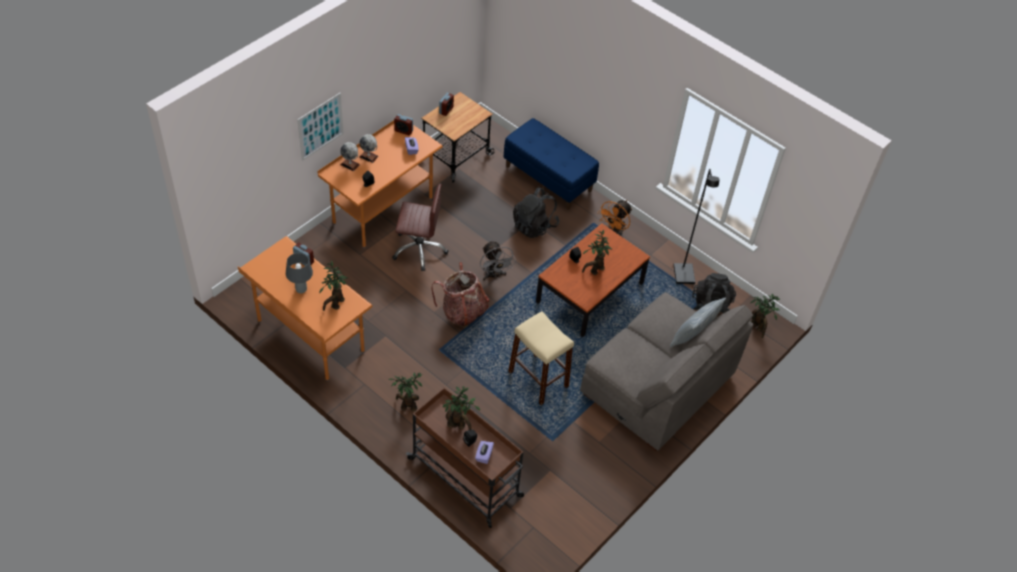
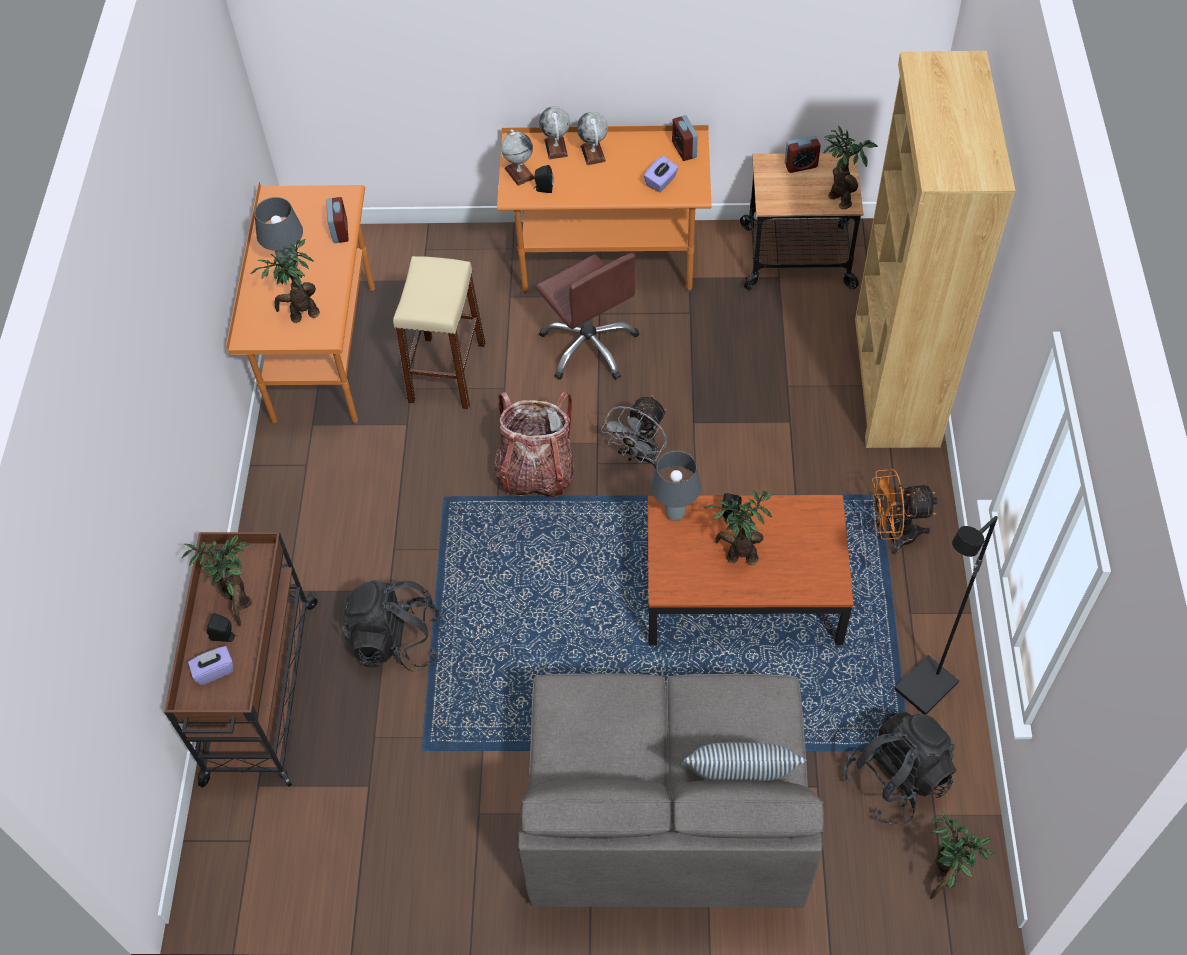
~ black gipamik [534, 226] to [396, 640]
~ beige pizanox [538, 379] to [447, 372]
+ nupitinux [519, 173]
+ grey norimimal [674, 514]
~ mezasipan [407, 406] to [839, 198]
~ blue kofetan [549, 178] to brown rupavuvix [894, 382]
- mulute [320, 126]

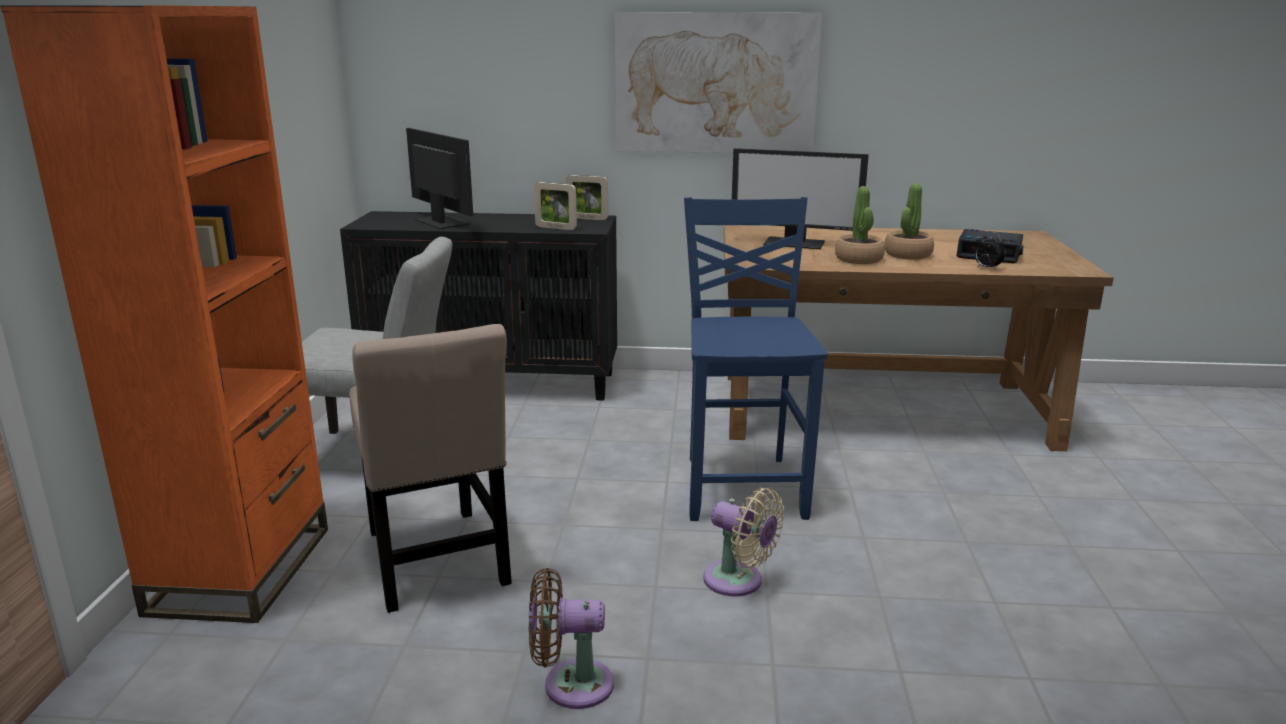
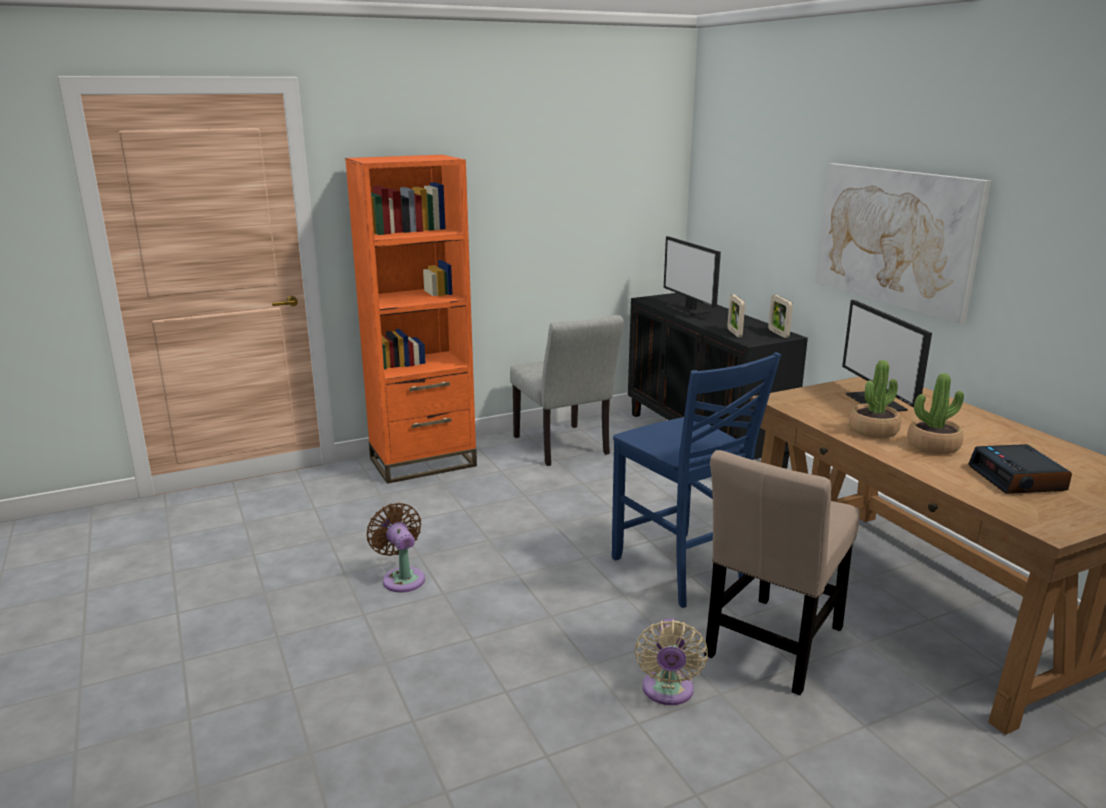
~ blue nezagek [743, 486] = [681, 571] 90 degrees clockwise
~ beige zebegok [738, 582] to [667, 692]
~ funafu [440, 222] = [689, 309] 135 degrees clockwise
~ beige nezagek [437, 563] to [773, 646]
- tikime [986, 268]

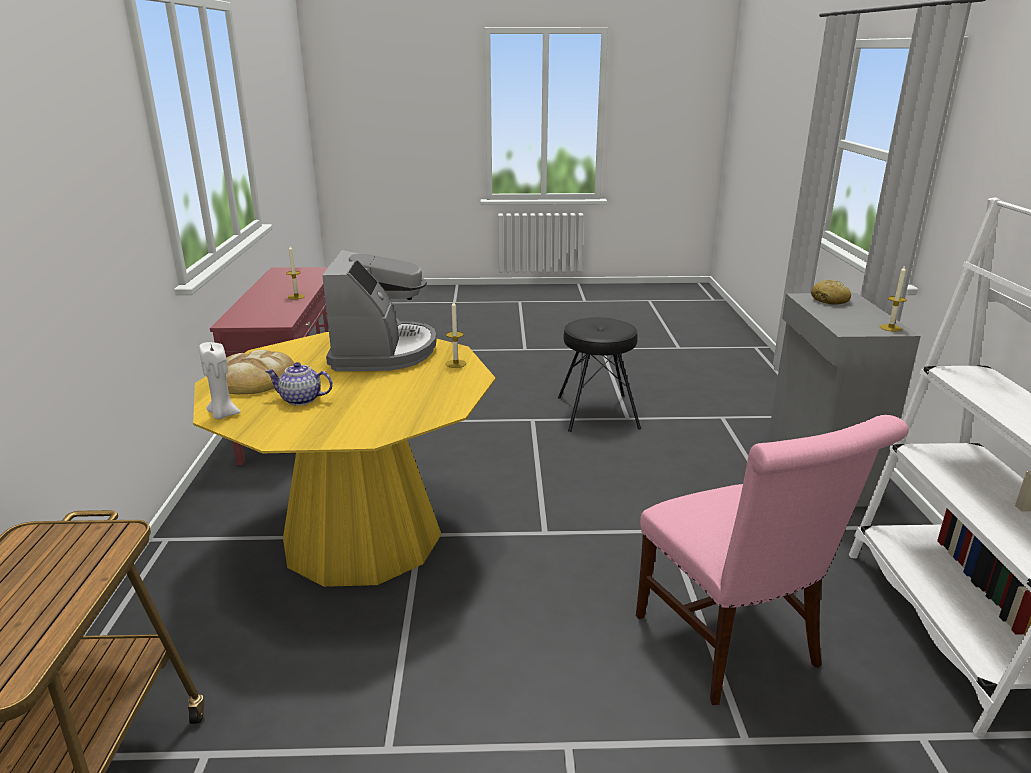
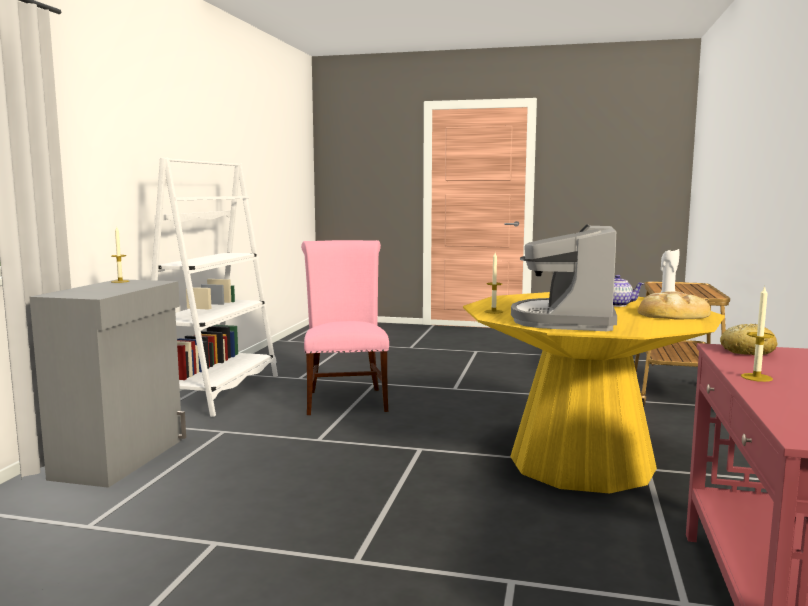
~ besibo [830, 300] to [746, 351]
- black pizanox [596, 412]

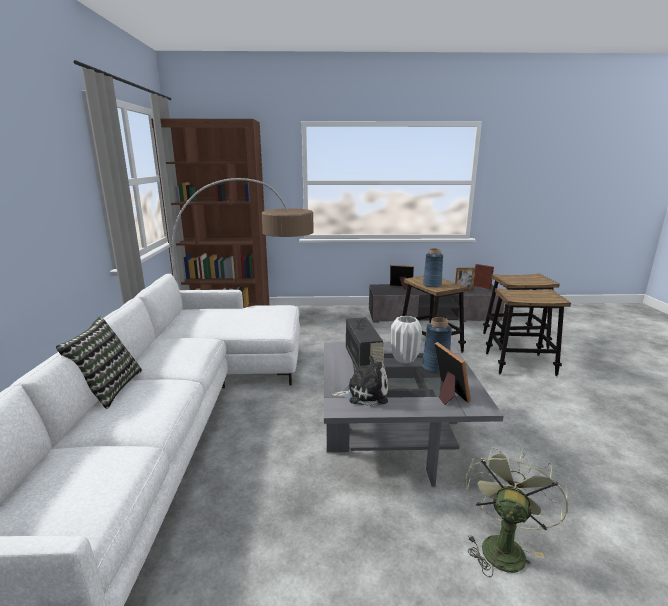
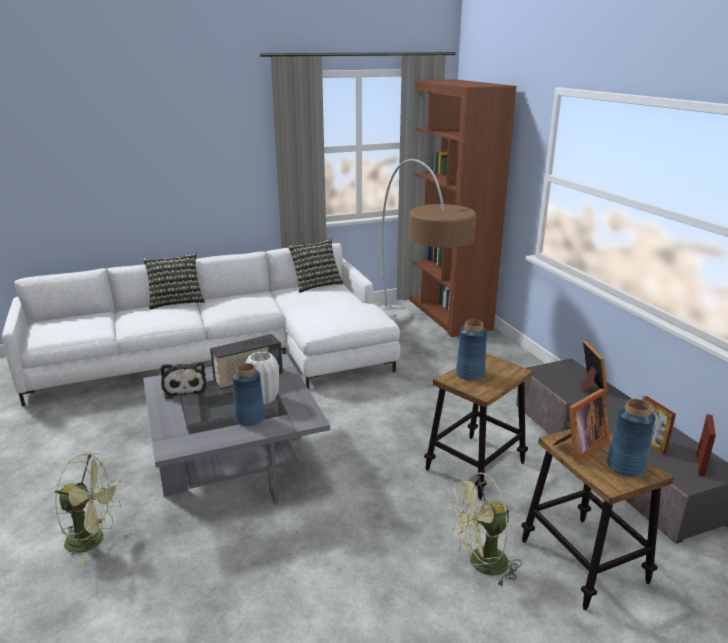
+ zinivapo [316, 285]
~ pizanox [519, 364] to green zebegok [481, 565]
~ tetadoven [447, 393] to [580, 446]
+ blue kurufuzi [625, 466]

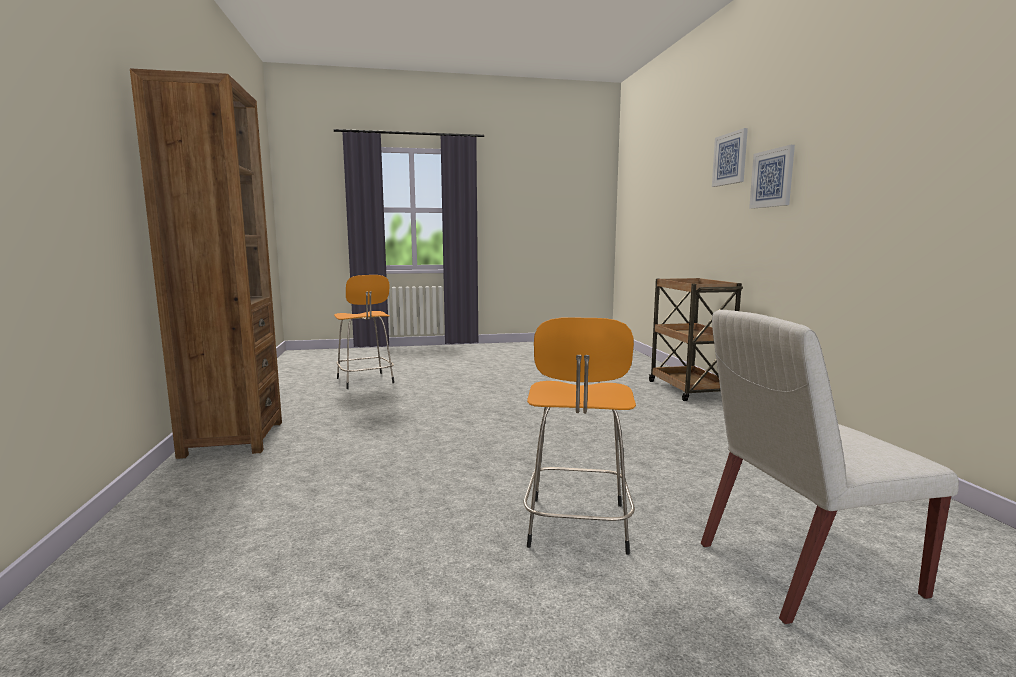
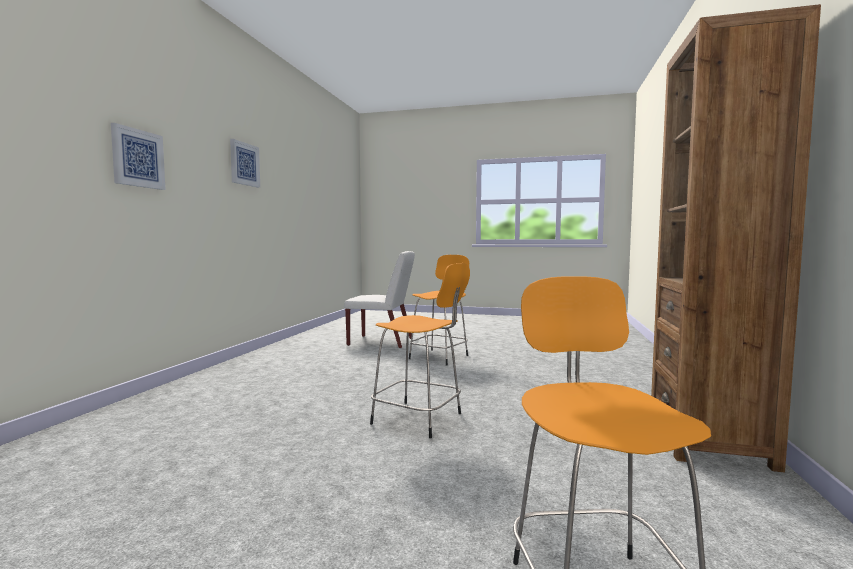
~ mulute [730, 159] to [244, 164]
+ orange pizanox [420, 419]
- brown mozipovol [689, 390]

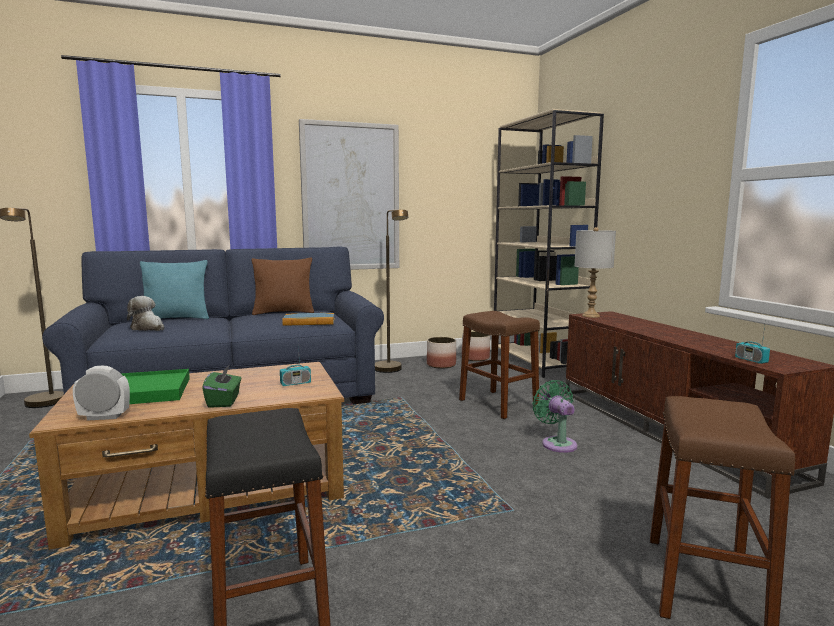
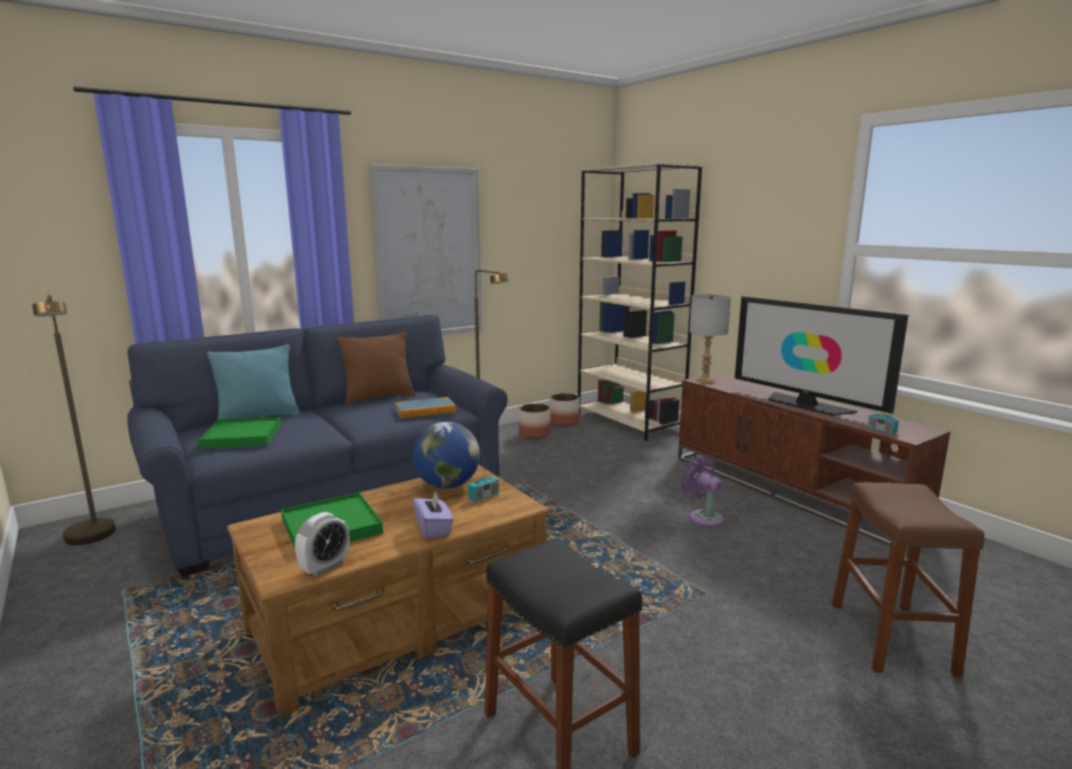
~ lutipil [148, 328] to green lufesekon [242, 436]
~ tikime [104, 417] = [325, 567] 150 degrees clockwise
+ nupitinux [447, 485]
~ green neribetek [224, 401] to purple neribetek [433, 529]
~ green zebegok [557, 443] to purple zebegok [703, 517]
+ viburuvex [806, 405]
- brown pizanox [498, 404]

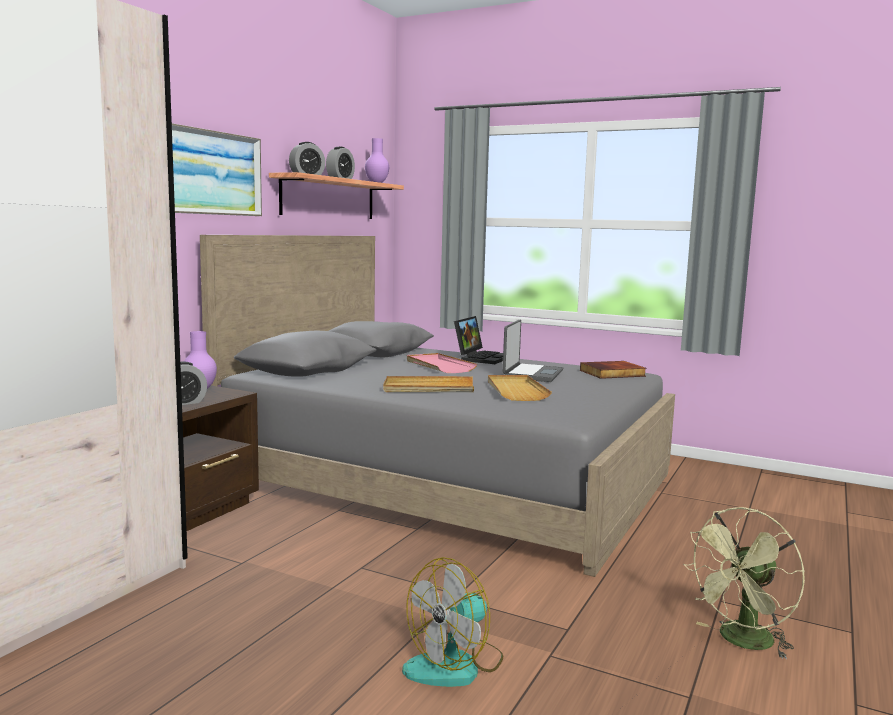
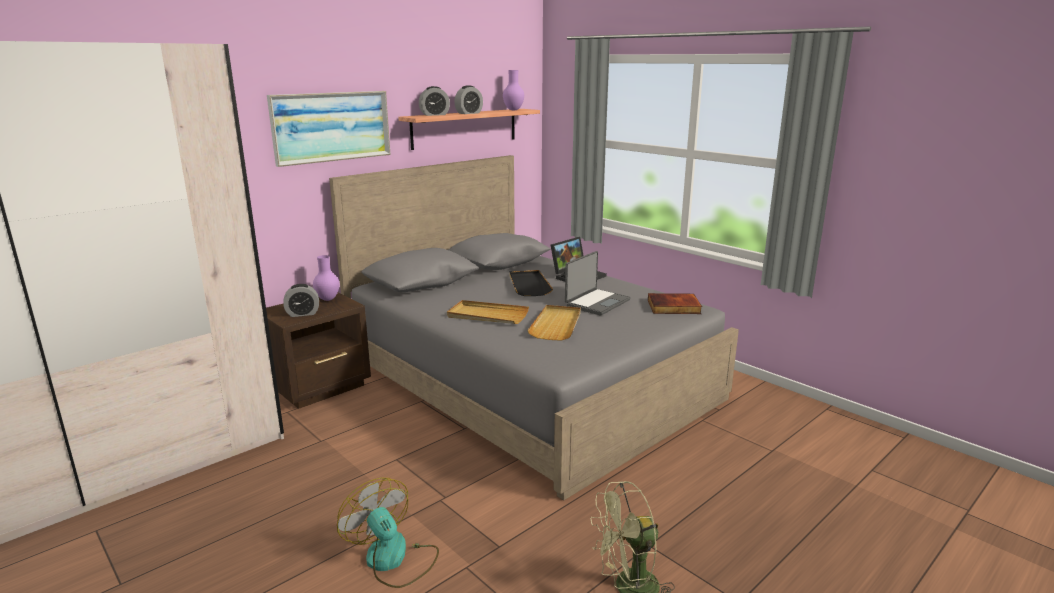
~ zebegok [455, 665] = [393, 560] 75 degrees clockwise
~ pink lufesekon [439, 366] to black lufesekon [529, 285]

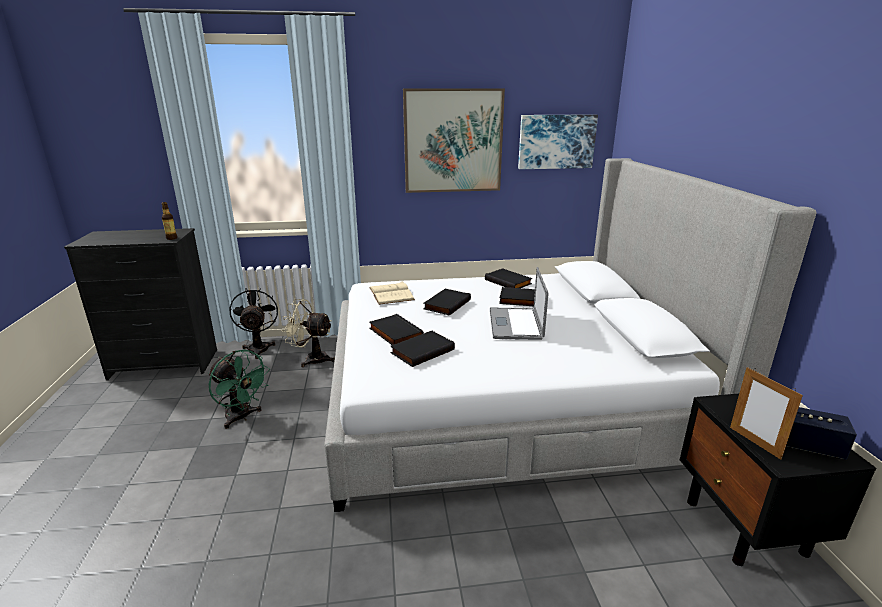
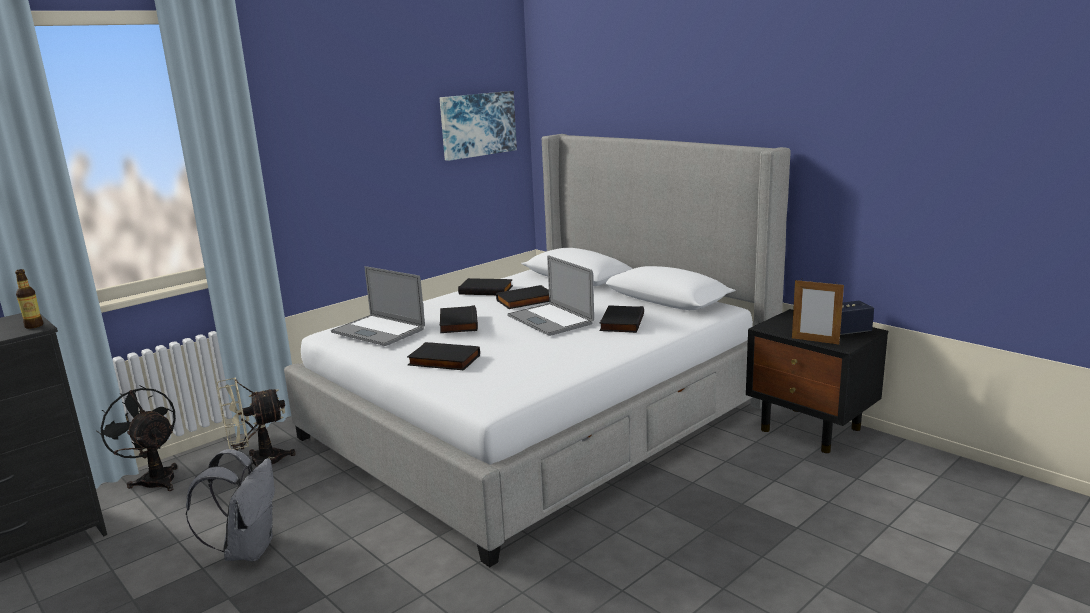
~ green zebegok [242, 417] to grey gipamik [248, 549]
~ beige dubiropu [391, 293] to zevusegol [378, 331]
~ black dubiropu [422, 351] to [620, 322]
- mulute [453, 141]

